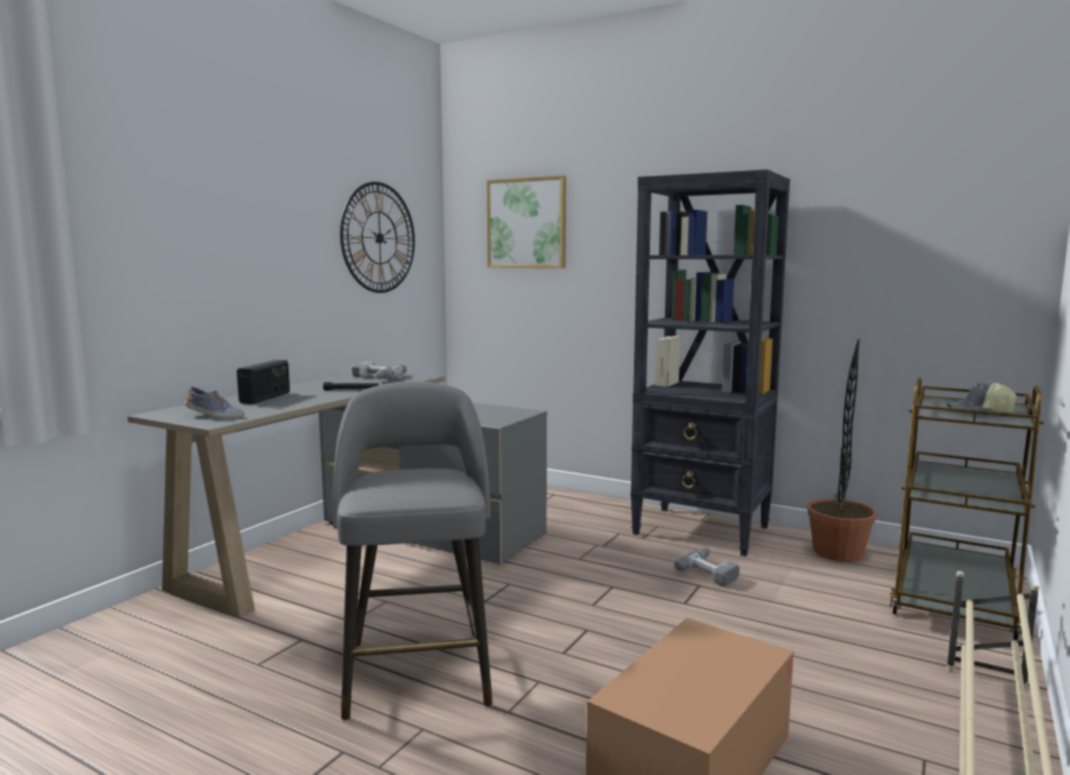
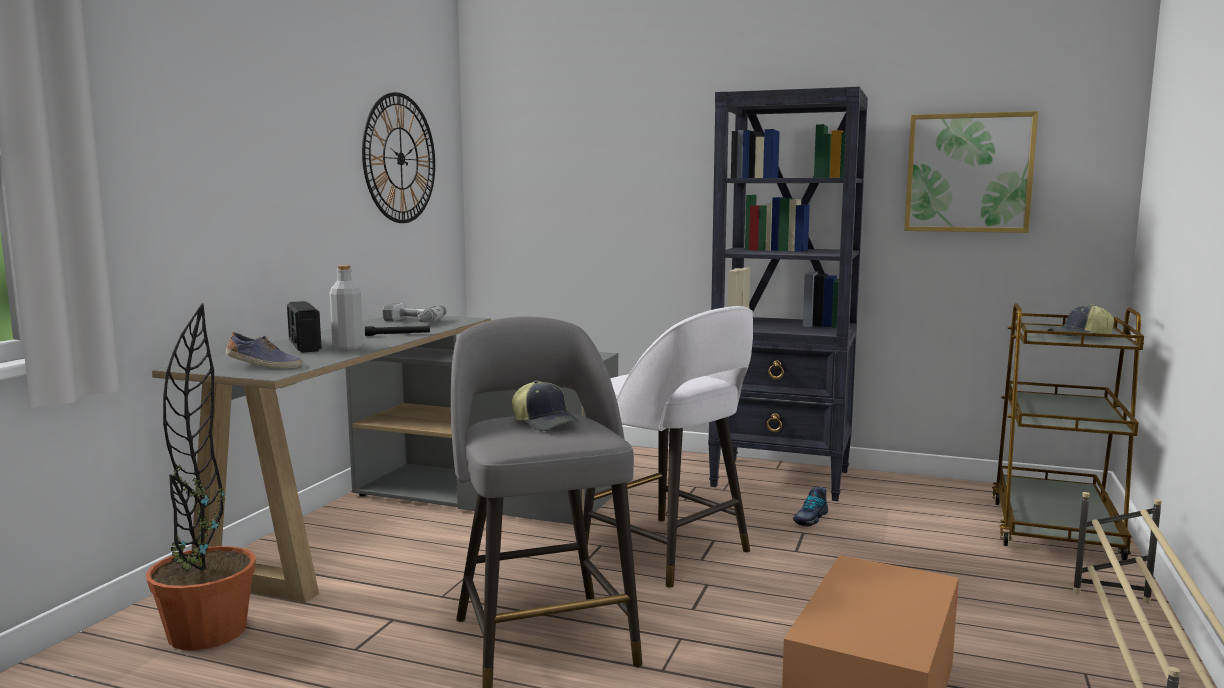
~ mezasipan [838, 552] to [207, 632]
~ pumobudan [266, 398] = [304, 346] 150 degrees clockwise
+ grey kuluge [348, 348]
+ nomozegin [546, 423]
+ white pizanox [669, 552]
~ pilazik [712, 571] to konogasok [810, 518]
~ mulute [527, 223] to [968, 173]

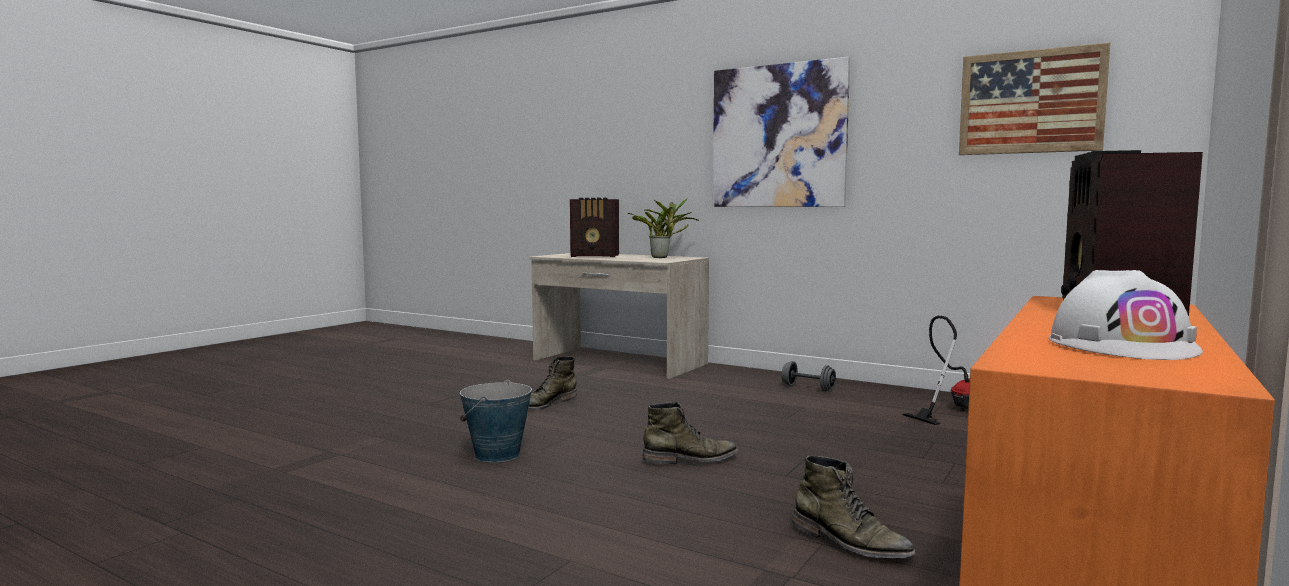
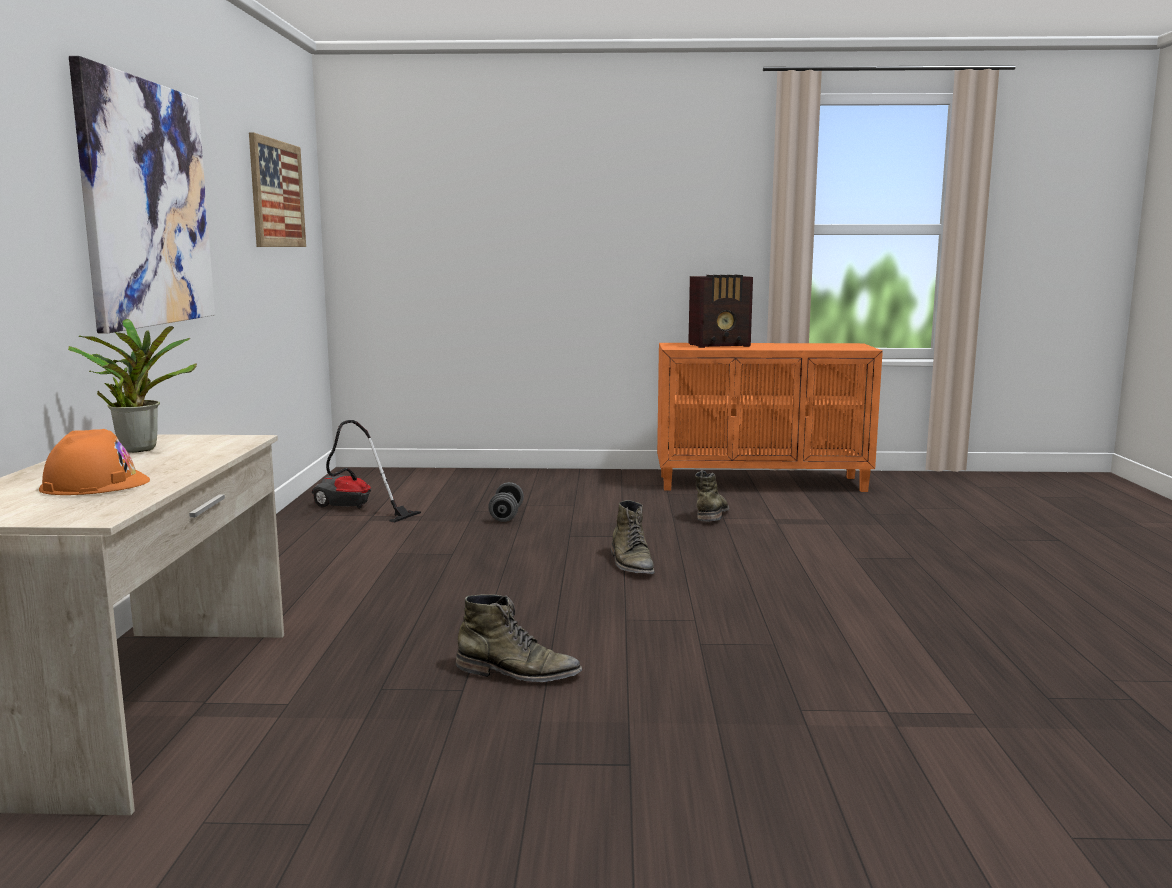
~ pumobudan [596, 256] to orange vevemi [95, 484]
~ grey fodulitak [808, 388] to [506, 515]
~ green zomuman [691, 460] = [631, 564] 150 degrees counterclockwise
- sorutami [497, 455]
- white vevemi [1122, 346]

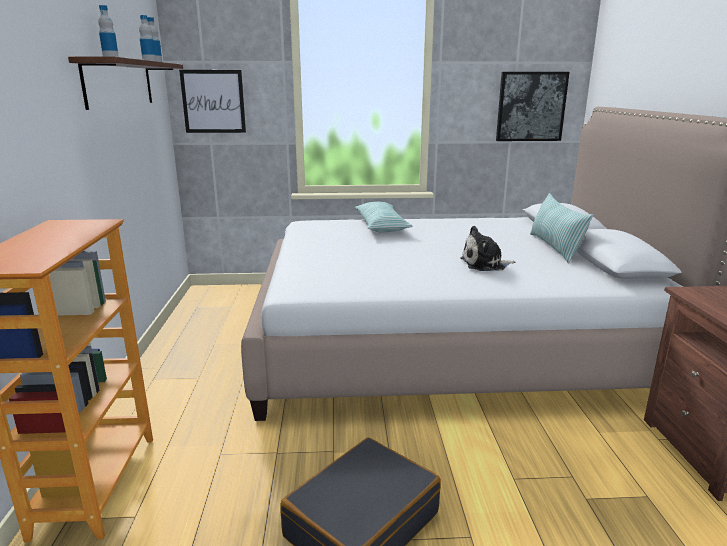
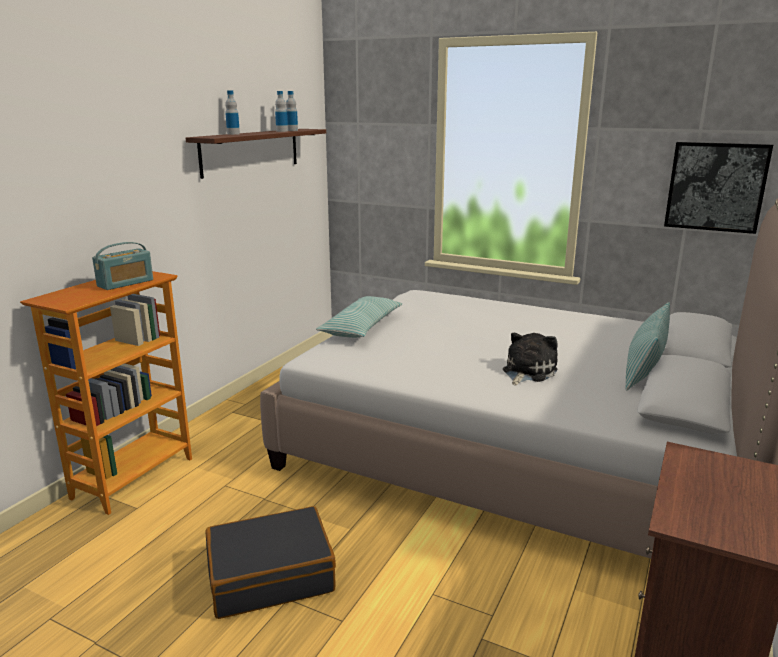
+ pumobudan [125, 283]
~ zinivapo [381, 226] to [361, 327]
~ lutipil [485, 264] = [527, 372] 105 degrees clockwise
- mulute [213, 101]

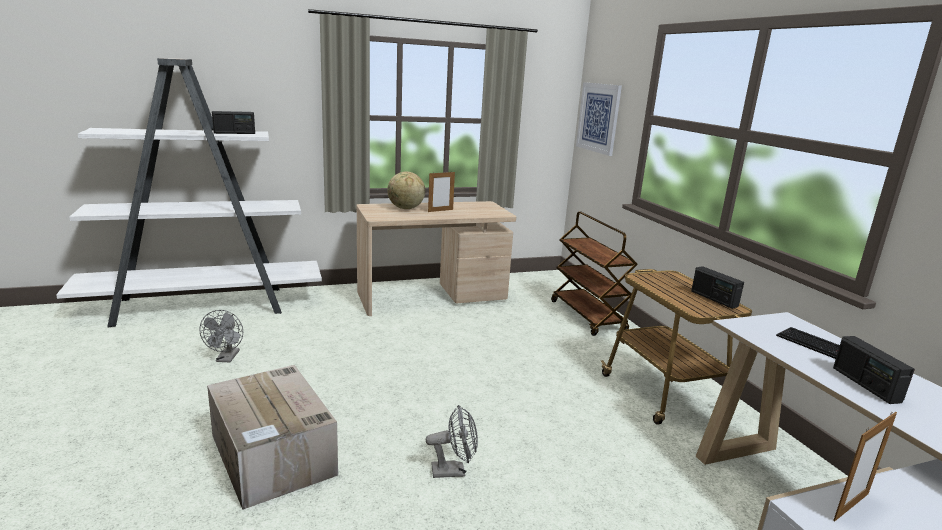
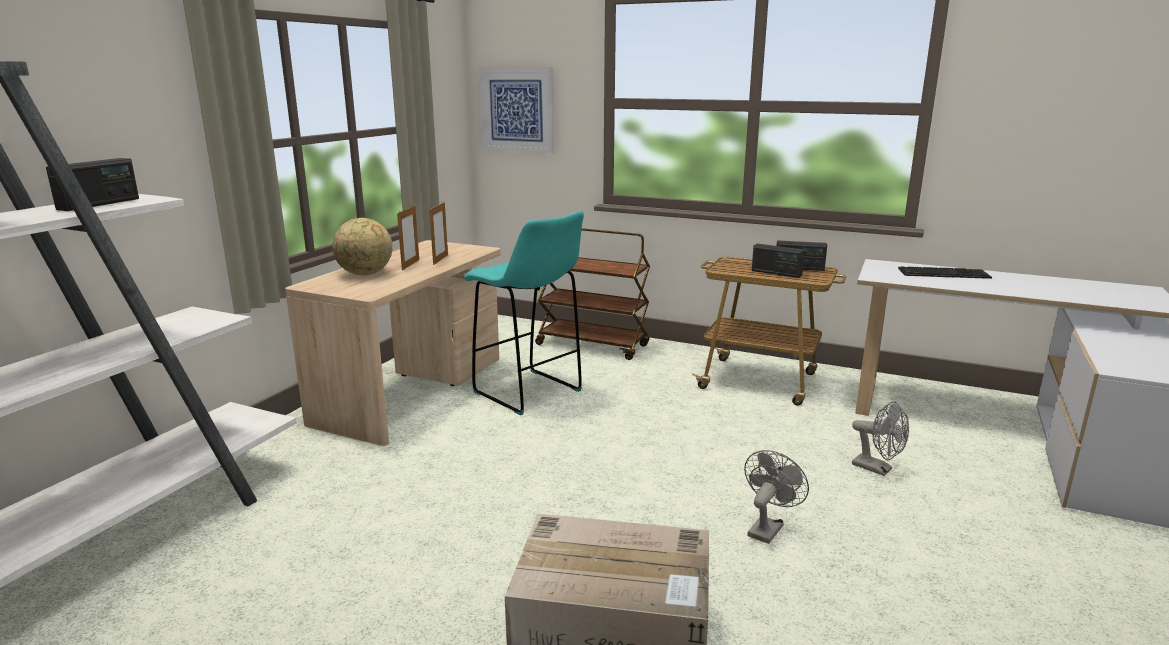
~ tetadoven [851, 507] to [440, 259]
+ turquoise pizanox [529, 393]
~ pumobudan [865, 384] to [776, 273]
~ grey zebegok [226, 358] to [878, 469]

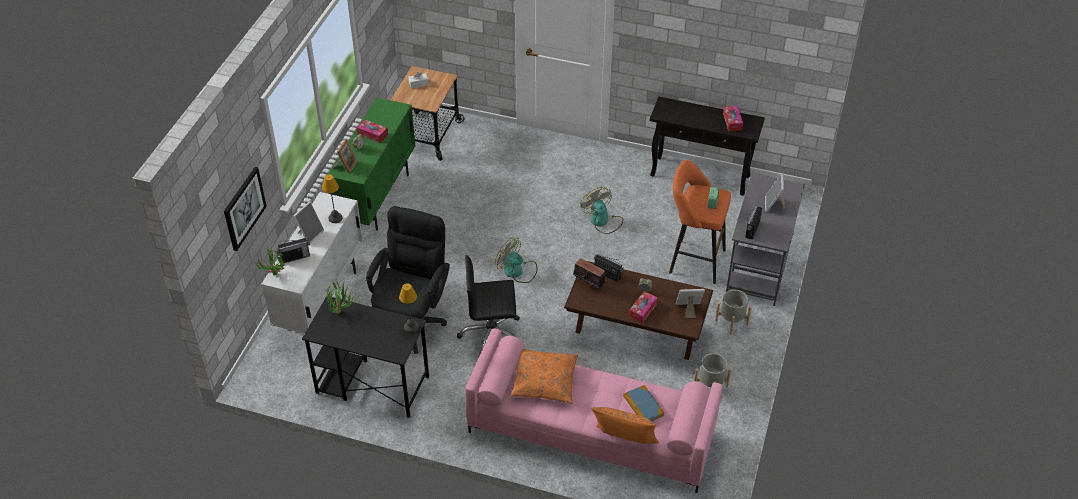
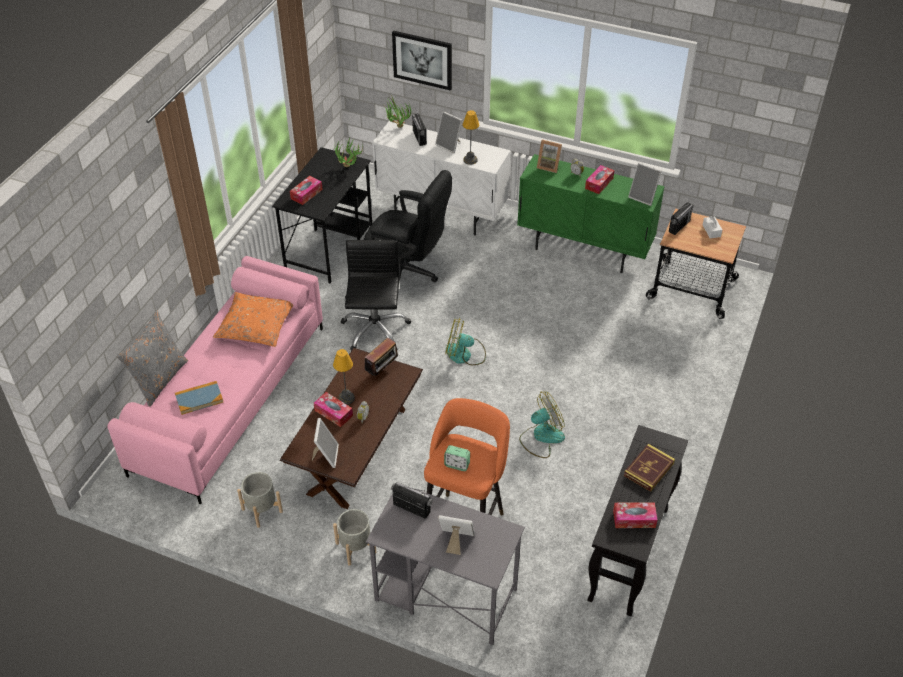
~ orange zinivapo [623, 443] to grey zinivapo [159, 379]
+ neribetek [306, 194]
~ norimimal [412, 327] to [346, 398]
~ zebegok [517, 271] = [464, 354] 120 degrees counterclockwise
+ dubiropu [649, 469]
+ tetadoven [643, 197]
~ pumobudan [607, 274] to [679, 226]

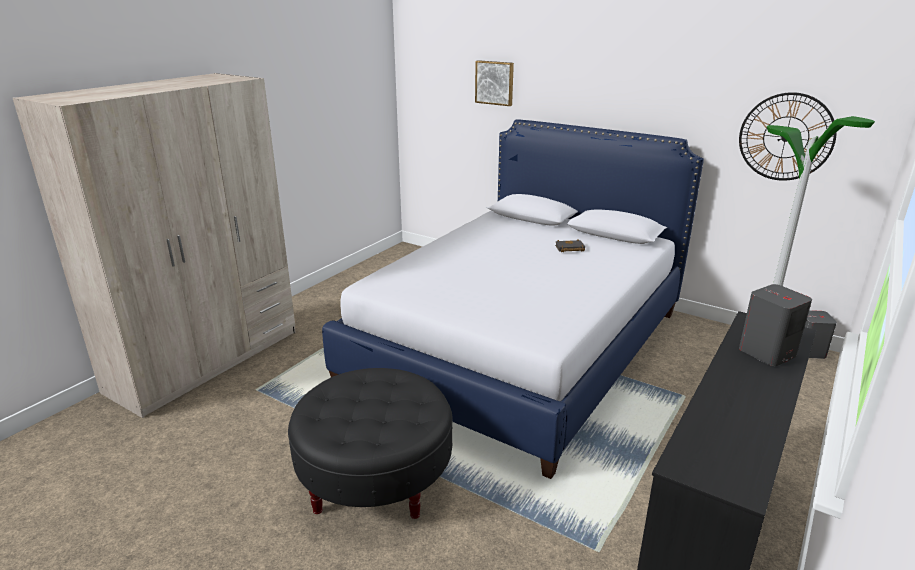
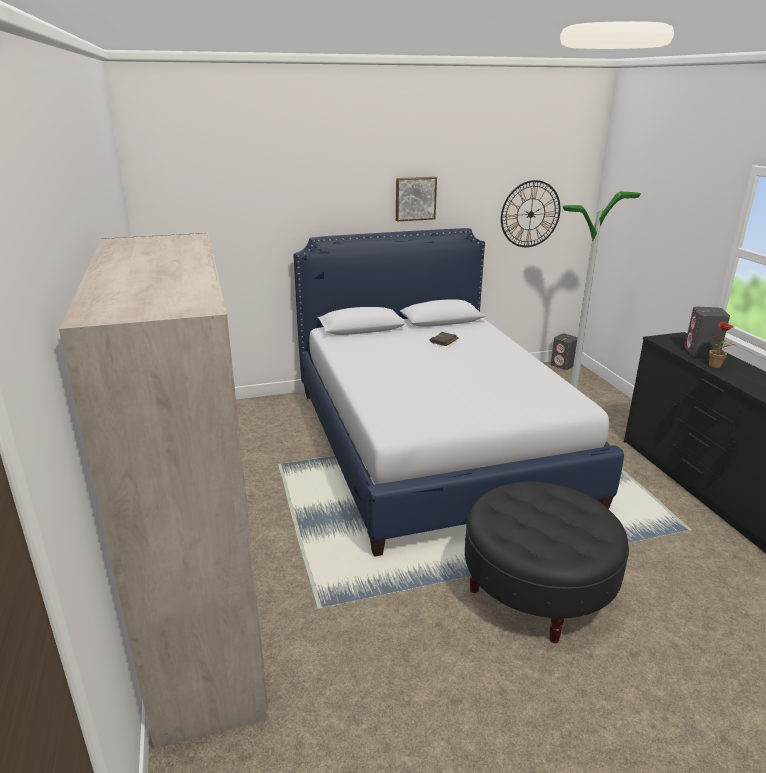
~ mulute [495, 82] to [415, 198]
+ mezasipan [717, 366]

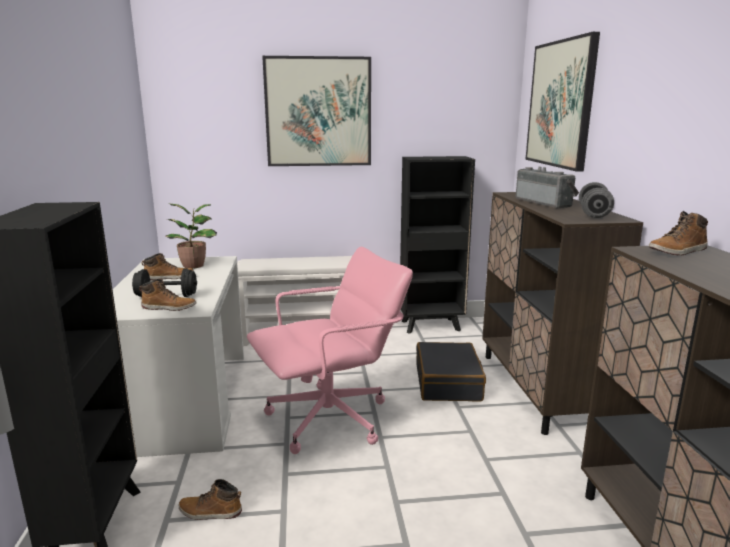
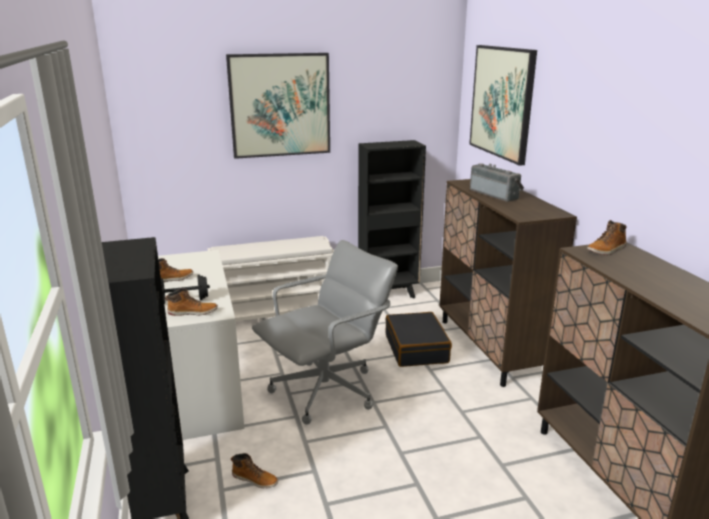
~ zomuman [210, 512] = [255, 479] 150 degrees counterclockwise
~ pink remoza [330, 419] to grey remoza [326, 391]
- mezasipan [195, 265]
- grey fodulitak [593, 213]

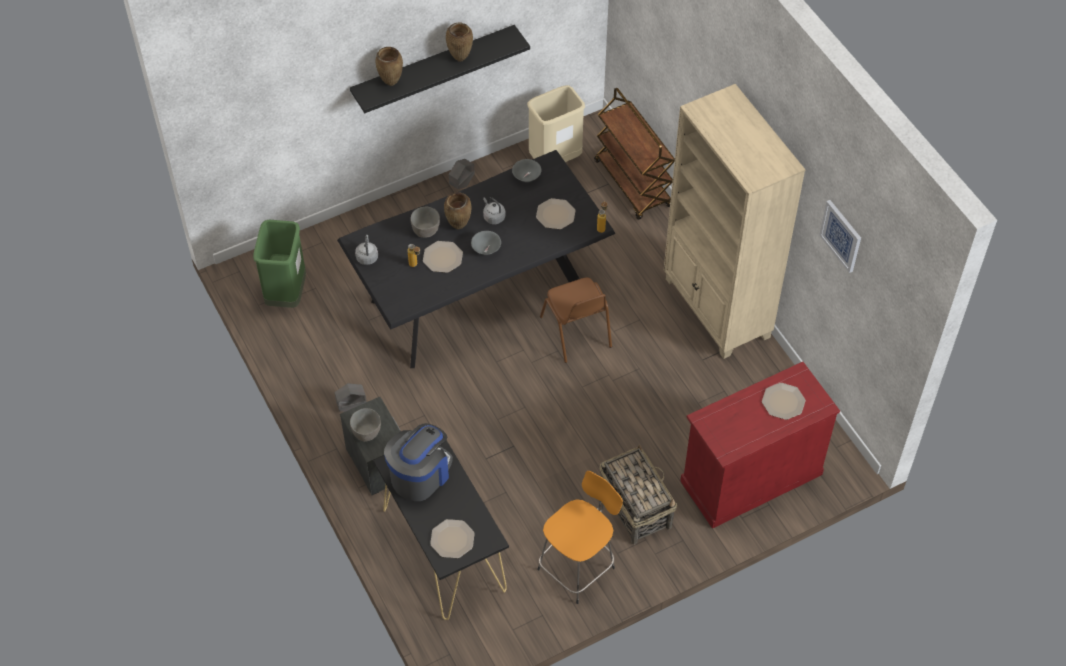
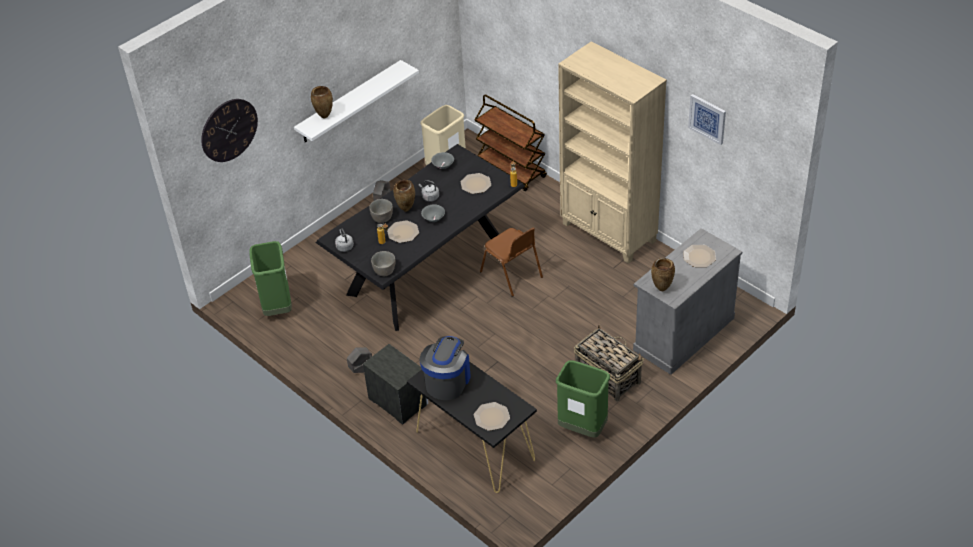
+ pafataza [229, 130]
~ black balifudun [433, 66] to white balifudun [350, 102]
~ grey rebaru [367, 432] to [385, 271]
~ orange pizanox [578, 567] to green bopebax [582, 428]
~ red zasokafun [751, 477] to grey zasokafun [683, 334]
~ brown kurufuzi [460, 58] to [662, 288]

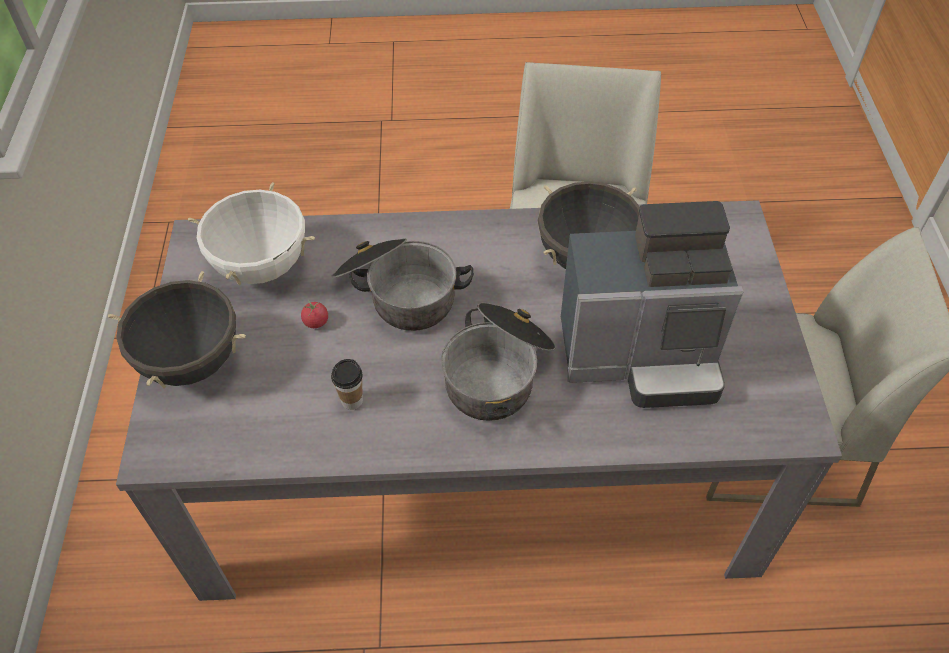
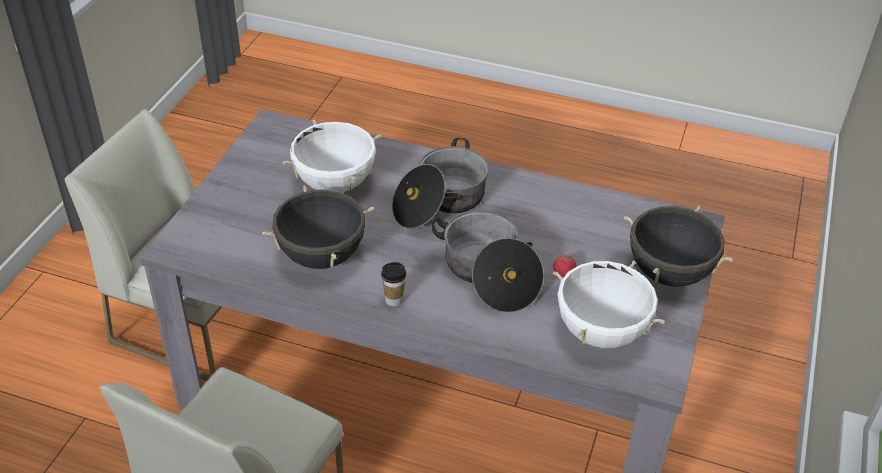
~ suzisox [642, 356] to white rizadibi [334, 183]
~ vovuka [352, 401] to [394, 300]

